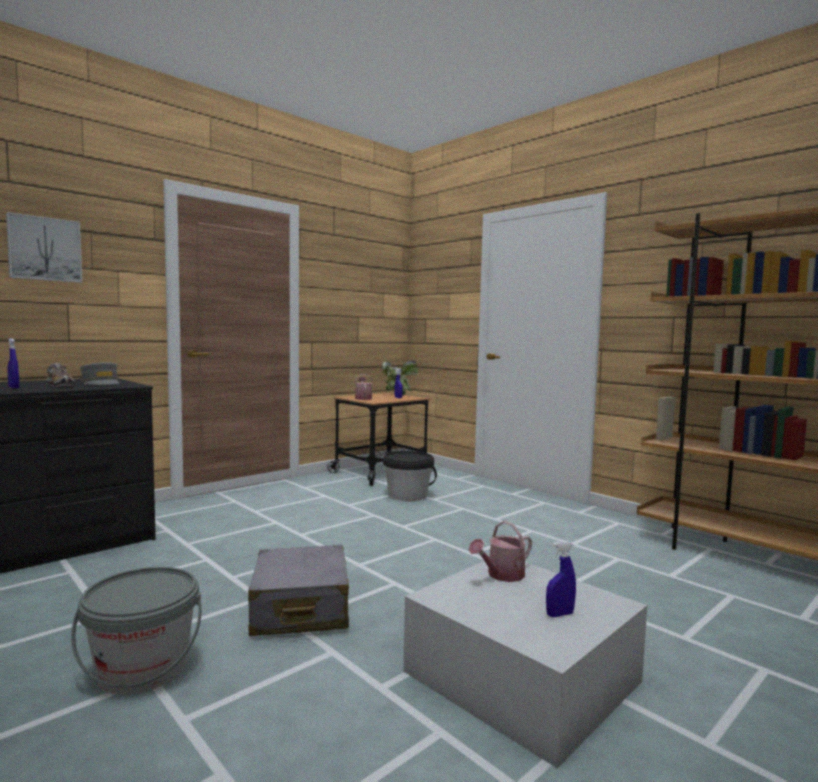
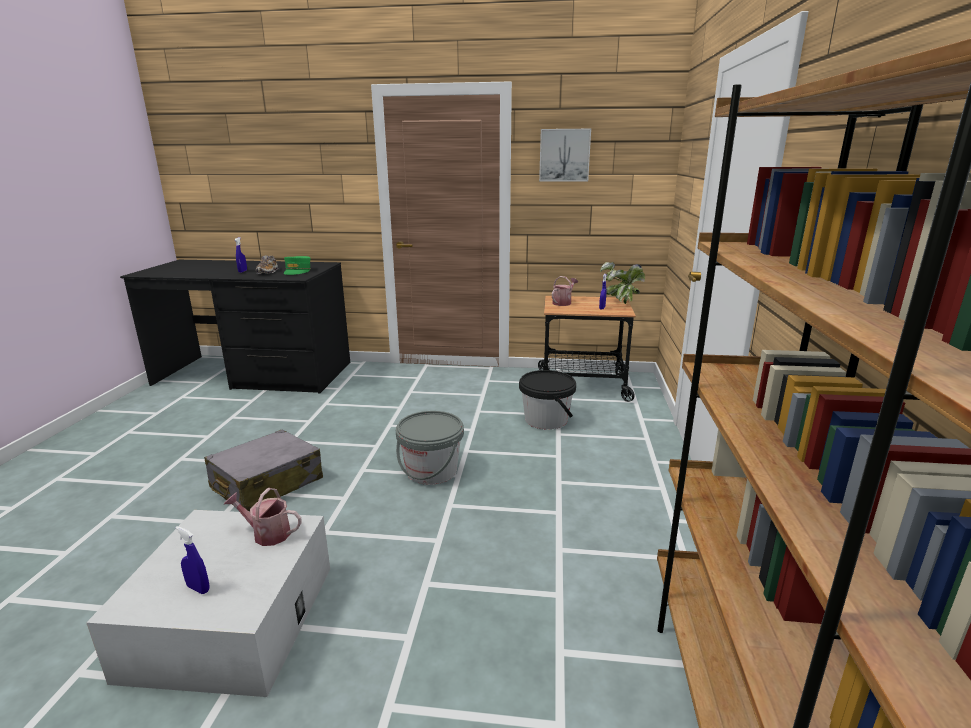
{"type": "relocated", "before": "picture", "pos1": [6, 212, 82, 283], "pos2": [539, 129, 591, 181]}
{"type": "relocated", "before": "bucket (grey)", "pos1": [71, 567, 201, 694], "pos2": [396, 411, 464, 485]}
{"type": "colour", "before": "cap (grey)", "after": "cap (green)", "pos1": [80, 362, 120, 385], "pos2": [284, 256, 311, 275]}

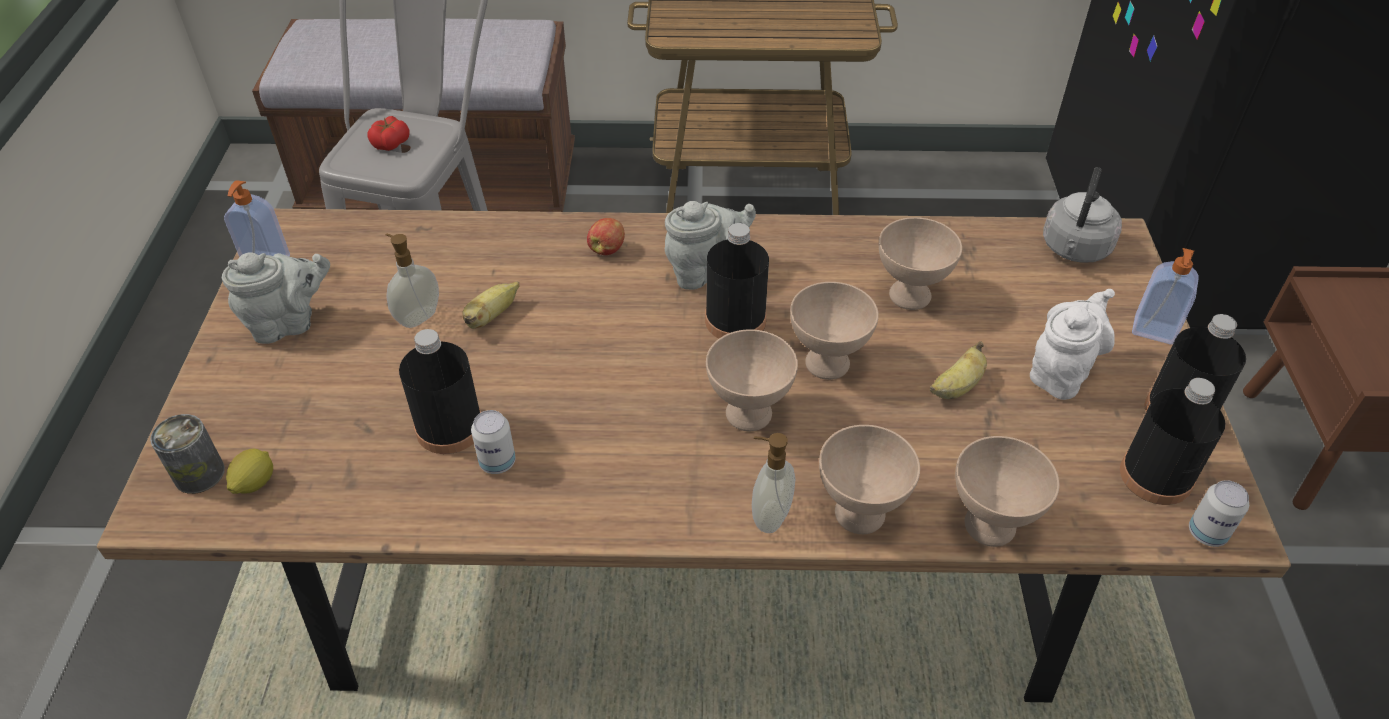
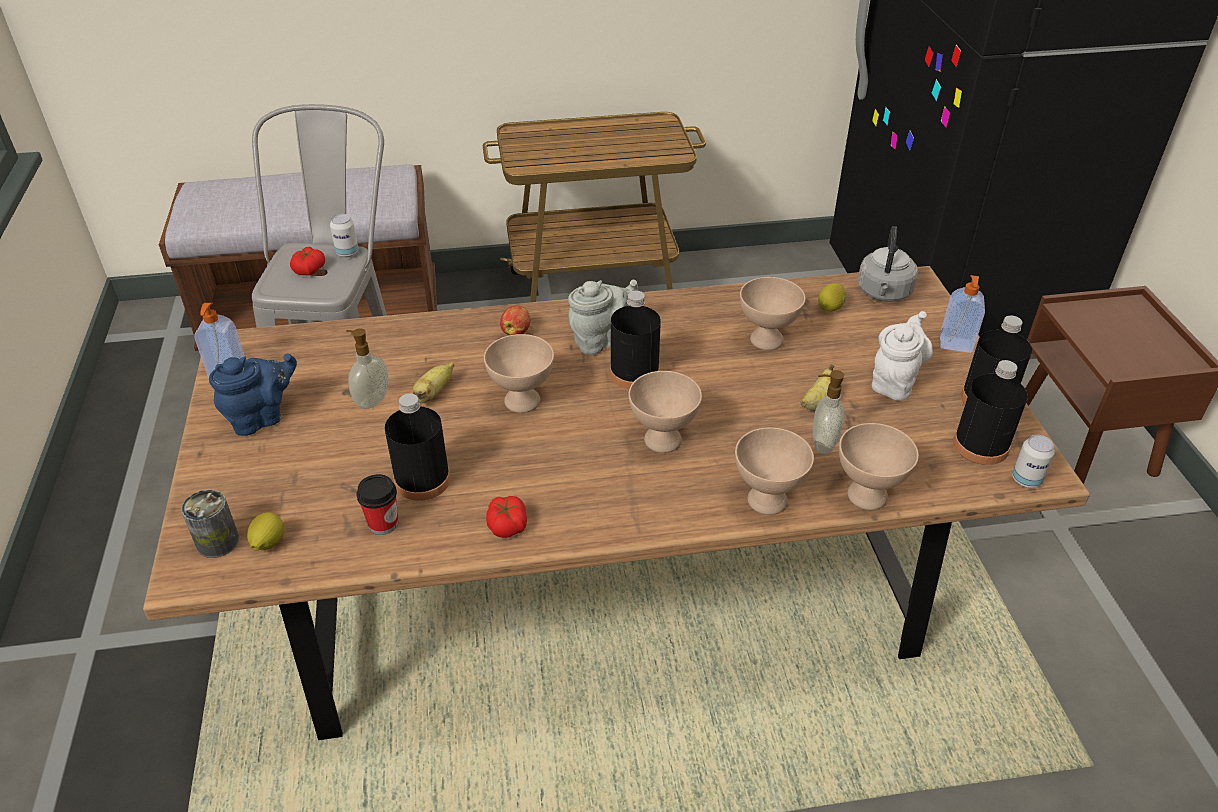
{"type": "appeared", "after": "cup", "pos2": [357, 474, 398, 535]}
{"type": "appeared", "after": "tomato", "pos2": [486, 496, 527, 538]}
{"type": "appeared", "after": "lemon", "pos2": [818, 283, 846, 312]}
{"type": "relocated", "before": "can", "pos1": [471, 410, 516, 474], "pos2": [330, 214, 359, 257]}
{"type": "relocated", "before": "soap dispenser", "pos1": [752, 433, 796, 533], "pos2": [813, 370, 844, 454]}
{"type": "relocated", "before": "bowl (beige)", "pos1": [790, 282, 879, 380], "pos2": [484, 334, 554, 413]}
{"type": "colour", "before": "teapot (grey)", "after": "teapot (blue)", "pos1": [222, 253, 330, 344], "pos2": [209, 353, 297, 436]}

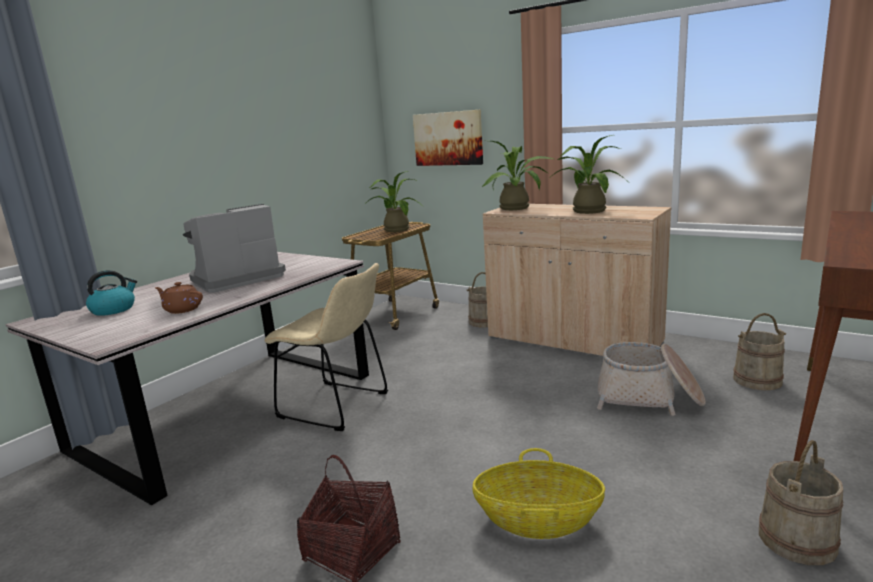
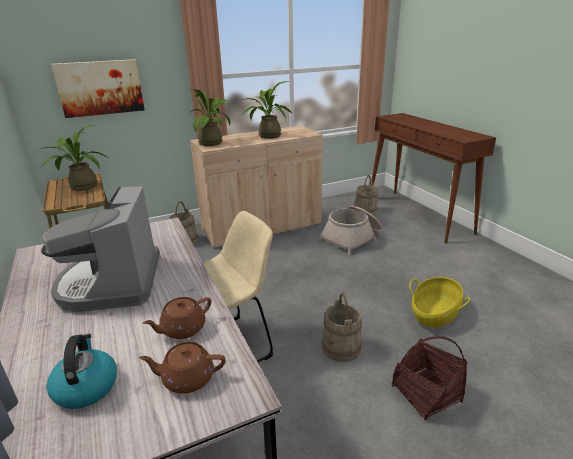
{"type": "appeared", "after": "teapot (brown)", "pos2": [139, 342, 226, 393]}
{"type": "relocated", "before": "bucket (beige)", "pos1": [759, 440, 843, 565], "pos2": [322, 293, 362, 362]}

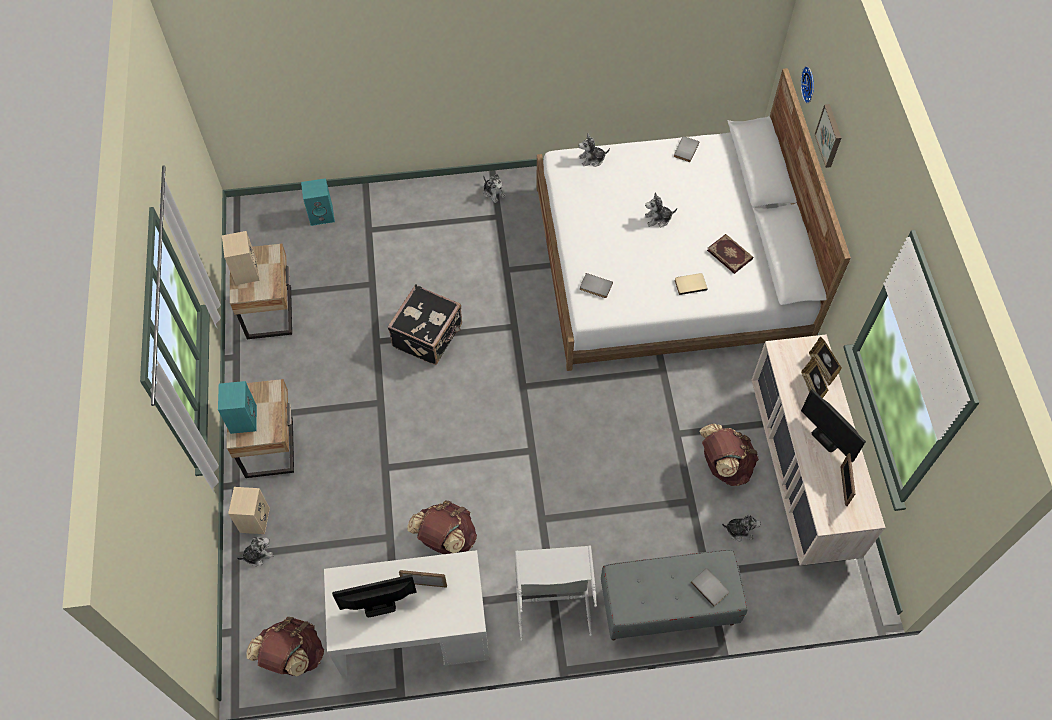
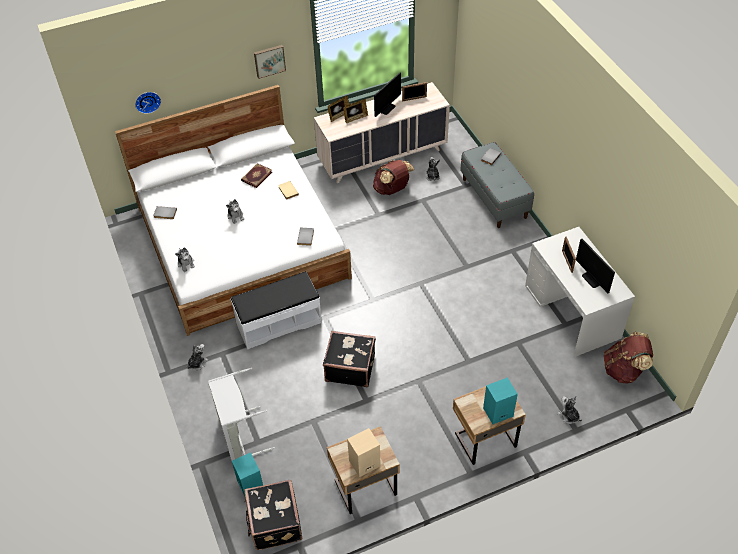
{"type": "missing", "before": "speaker (beige)", "pos1": [228, 487, 270, 534]}
{"type": "missing", "before": "backpack (brown)", "pos1": [407, 501, 477, 554]}
{"type": "appeared", "after": "bench (white)", "pos2": [231, 271, 322, 349]}
{"type": "appeared", "after": "suitcase (black)", "pos2": [244, 479, 302, 550]}
{"type": "relocated", "before": "laundry basket (grey)", "pos1": [515, 545, 597, 641], "pos2": [208, 368, 275, 461]}
{"type": "relocated", "before": "picture", "pos1": [815, 104, 841, 168], "pos2": [254, 45, 286, 79]}

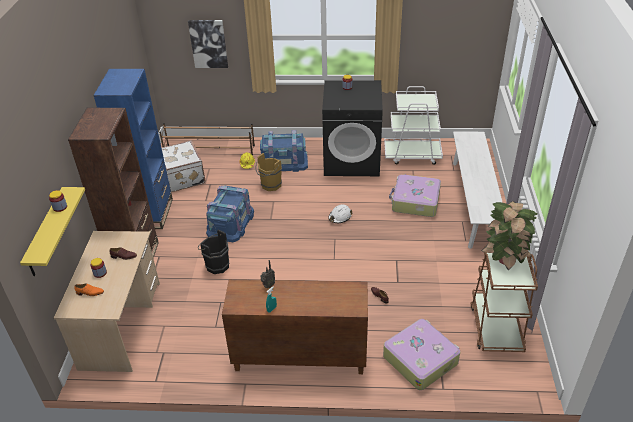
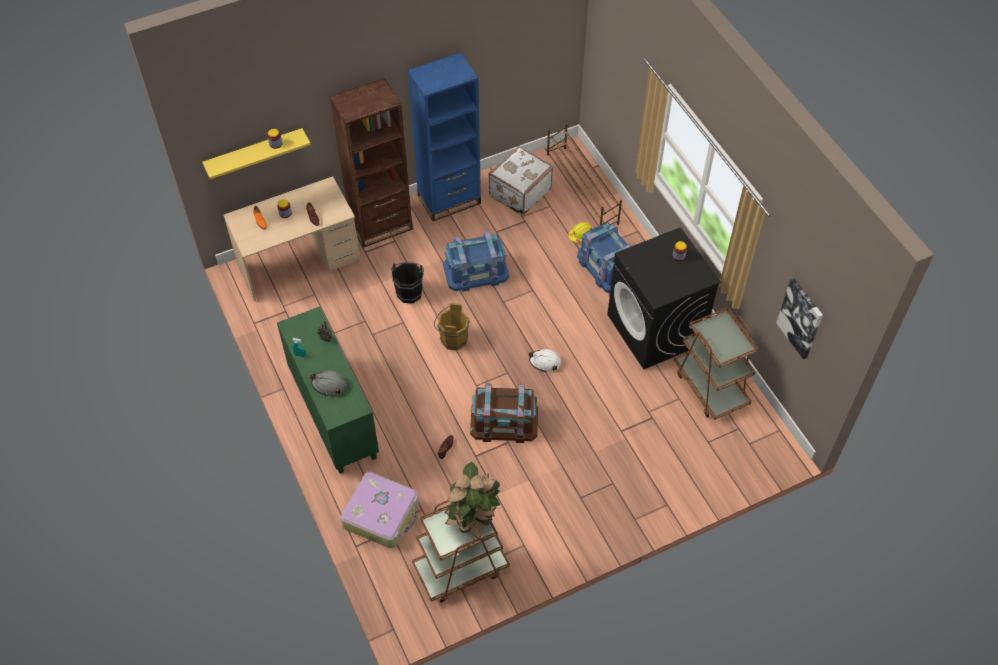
{"type": "missing", "before": "suitcase", "pos1": [389, 174, 441, 217]}
{"type": "missing", "before": "bench (white)", "pos1": [453, 131, 503, 249]}
{"type": "appeared", "after": "hard hat (grey)", "pos2": [310, 370, 347, 396]}
{"type": "appeared", "after": "storage box (brown)", "pos2": [470, 384, 538, 443]}
{"type": "relocated", "before": "picture", "pos1": [188, 20, 228, 68], "pos2": [776, 278, 823, 359]}
{"type": "relocated", "before": "bucket (brown)", "pos1": [256, 153, 282, 191], "pos2": [434, 303, 469, 351]}
{"type": "colour", "before": "cabinet (brown)", "after": "cabinet (green)", "pos1": [222, 279, 368, 374], "pos2": [277, 306, 379, 474]}
{"type": "colour", "before": "cart (white)", "after": "cart (brown)", "pos1": [384, 86, 443, 165], "pos2": [674, 307, 758, 420]}

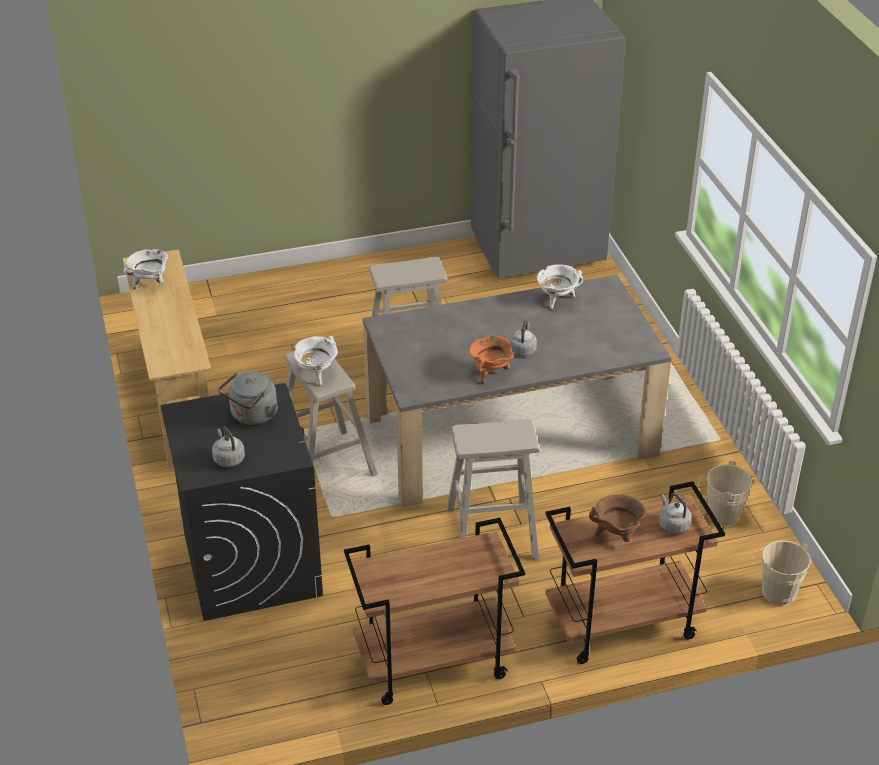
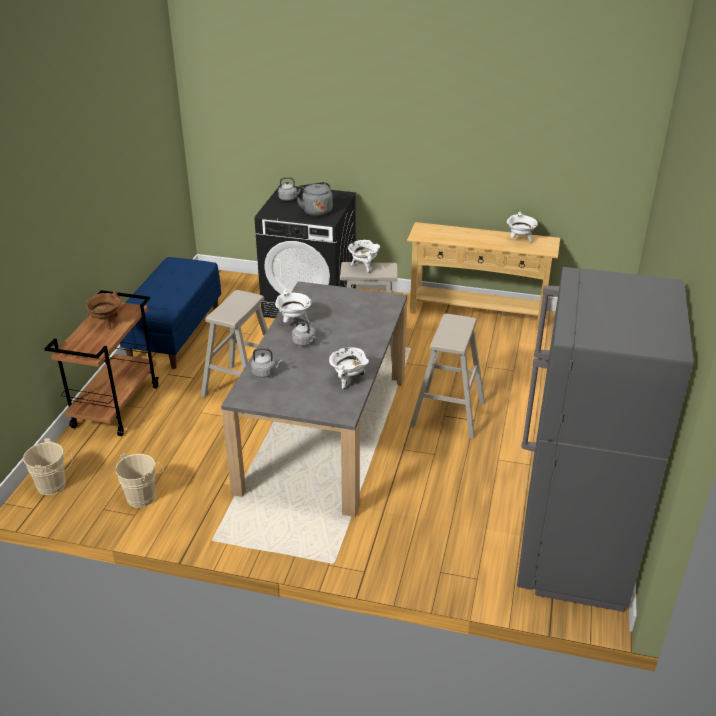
{"type": "relocated", "before": "kettle (grey)", "pos1": [659, 493, 691, 534], "pos2": [251, 348, 283, 378]}
{"type": "exchanged", "before": "cart (brown)", "after": "bench (blue)", "pos1": [344, 518, 525, 705], "pos2": [120, 257, 221, 369]}
{"type": "colour", "before": "cooking pot (orange)", "after": "cooking pot (white)", "pos1": [469, 336, 514, 384], "pos2": [275, 290, 312, 323]}

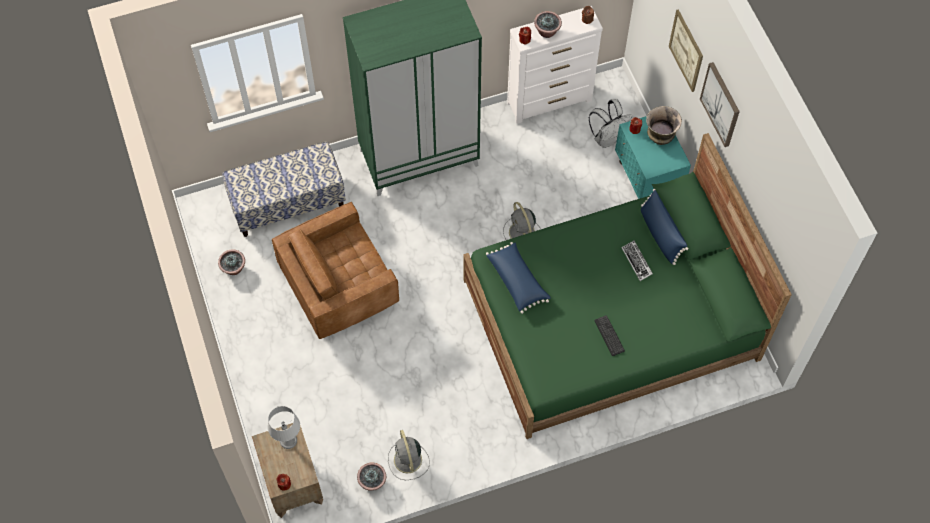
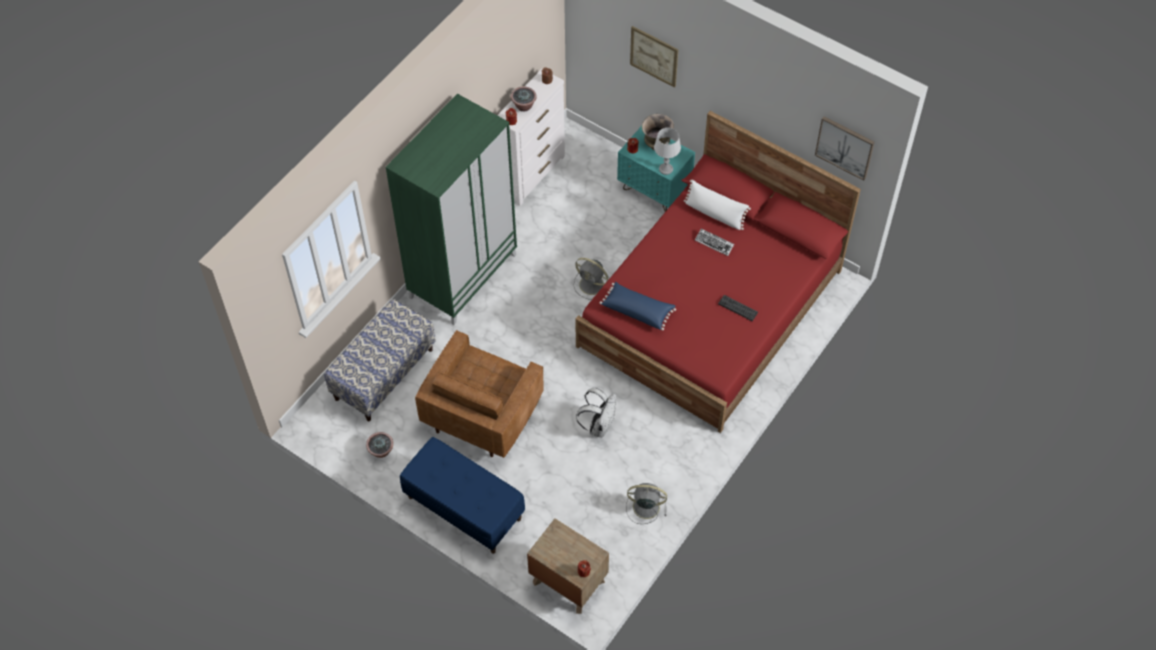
{"type": "missing", "before": "potted plant", "pos1": [357, 463, 386, 491]}
{"type": "appeared", "after": "bench (blue)", "pos2": [400, 437, 525, 554]}
{"type": "relocated", "before": "table lamp (grey)", "pos1": [268, 406, 300, 449], "pos2": [654, 128, 681, 175]}
{"type": "relocated", "before": "backpack (white)", "pos1": [589, 99, 632, 148], "pos2": [576, 388, 616, 437]}
{"type": "relocated", "before": "picture", "pos1": [700, 62, 740, 147], "pos2": [815, 116, 875, 181]}
{"type": "colour", "before": "bed (green)", "after": "bed (red)", "pos1": [463, 133, 792, 439], "pos2": [575, 111, 861, 433]}
{"type": "colour", "before": "pillow (blue)", "after": "pillow (white)", "pos1": [641, 189, 688, 265], "pos2": [684, 180, 751, 230]}
{"type": "spun", "before": "fan (grey)", "pos1": [388, 430, 430, 480], "pos2": [626, 483, 667, 524], "turn": 150}

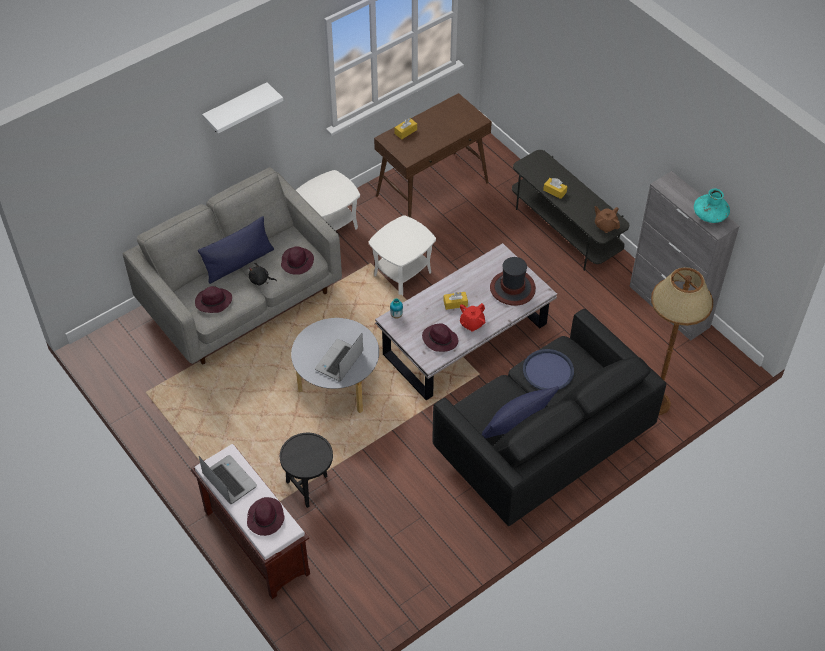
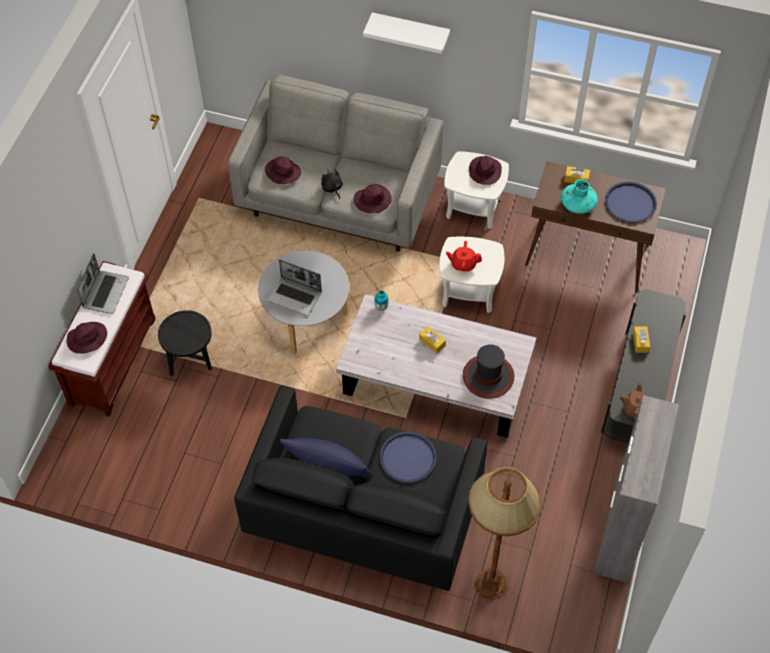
{"type": "missing", "before": "pillow (blue)", "pos1": [198, 216, 274, 284]}
{"type": "appeared", "after": "tray (blue)", "pos2": [605, 182, 657, 223]}
{"type": "relocated", "before": "hat (purple)", "pos1": [422, 323, 458, 352], "pos2": [469, 156, 502, 185]}
{"type": "relocated", "before": "teapot (red)", "pos1": [460, 303, 485, 332], "pos2": [446, 241, 482, 272]}
{"type": "relocated", "before": "vase (turquoise)", "pos1": [694, 189, 730, 223], "pos2": [561, 179, 598, 214]}
{"type": "spun", "before": "laptop", "pos1": [315, 333, 363, 381], "pos2": [267, 259, 322, 316], "turn": -150}

